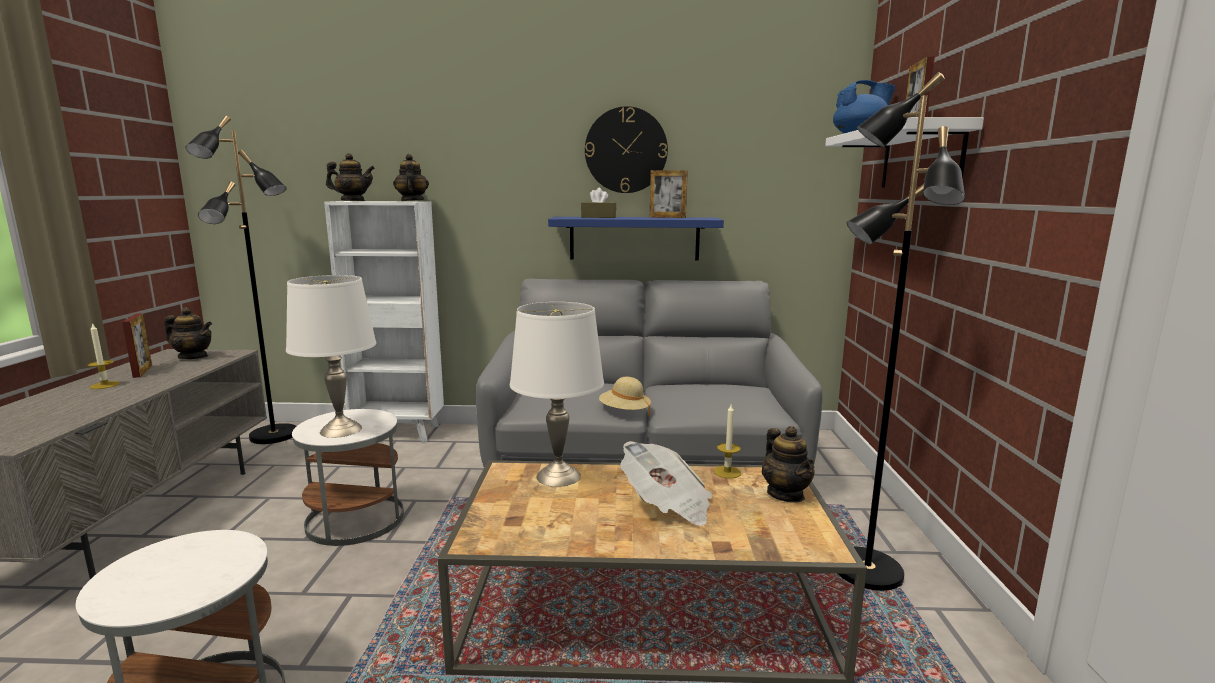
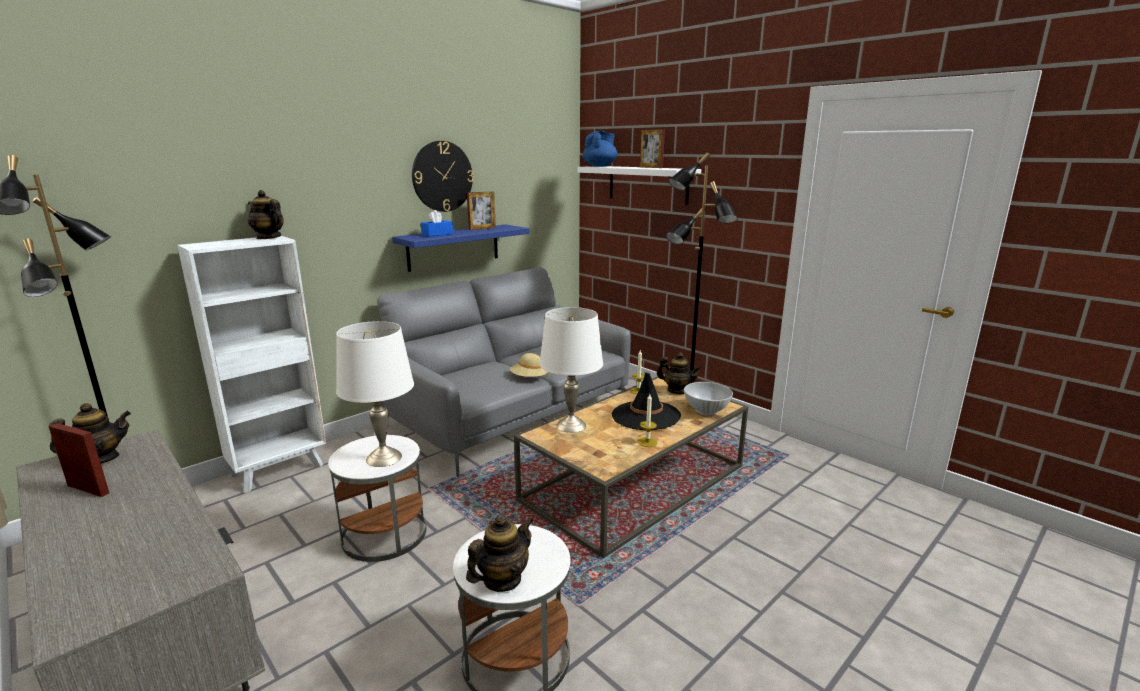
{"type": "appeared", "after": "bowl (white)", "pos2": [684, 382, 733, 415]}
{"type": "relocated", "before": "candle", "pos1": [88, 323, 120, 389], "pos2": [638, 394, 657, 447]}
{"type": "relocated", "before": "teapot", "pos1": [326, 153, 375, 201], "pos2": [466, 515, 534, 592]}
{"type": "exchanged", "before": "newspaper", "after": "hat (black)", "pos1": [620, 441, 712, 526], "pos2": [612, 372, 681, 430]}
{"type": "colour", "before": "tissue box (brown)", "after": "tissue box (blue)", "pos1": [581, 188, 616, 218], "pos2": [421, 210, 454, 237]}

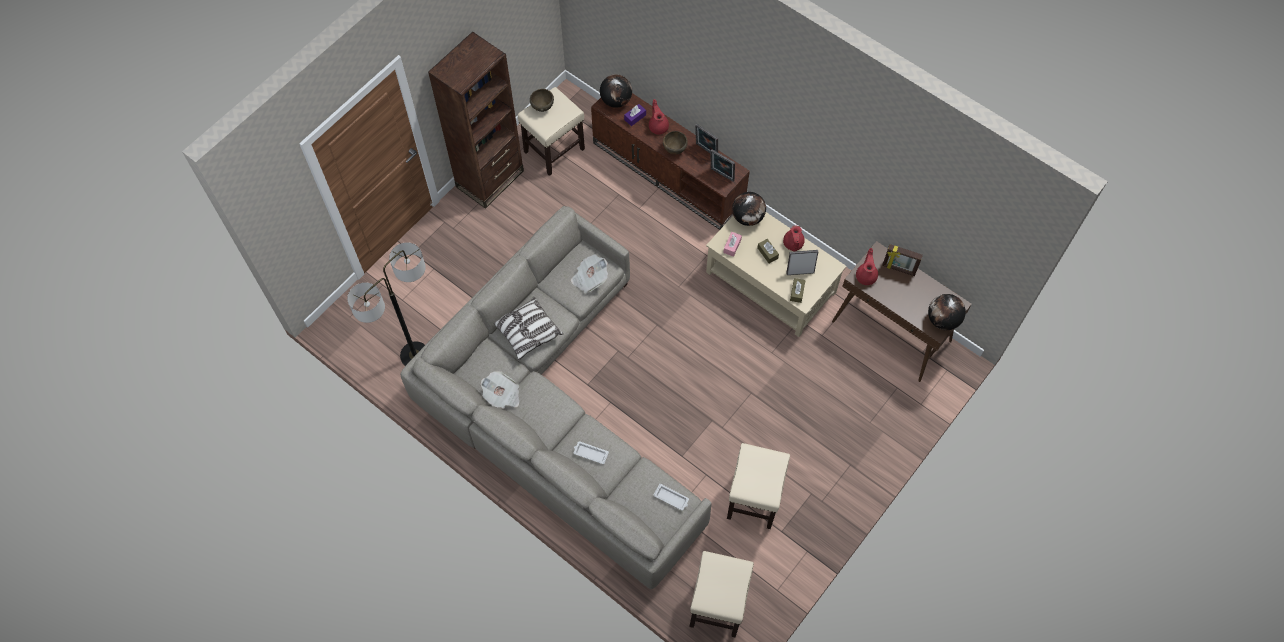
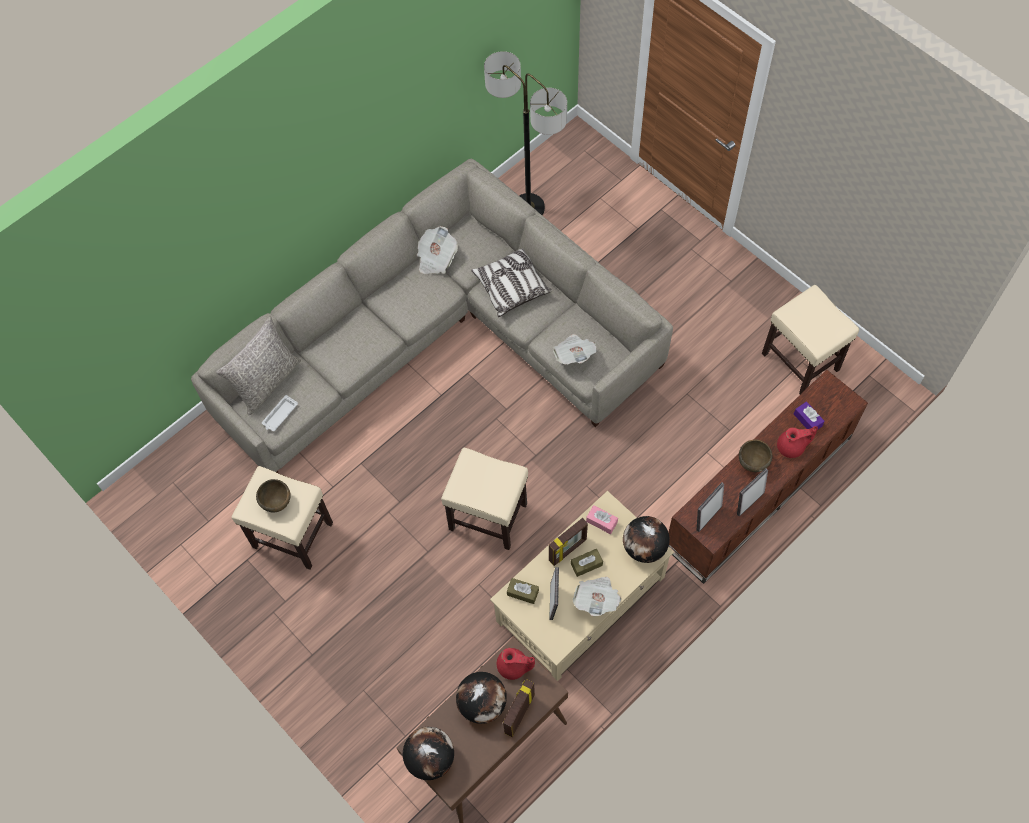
{"type": "missing", "before": "bookcase (brown)", "pos1": [428, 31, 524, 209]}
{"type": "missing", "before": "tray (white)", "pos1": [574, 441, 609, 464]}
{"type": "appeared", "after": "pillow (grey)", "pos2": [216, 317, 301, 416]}
{"type": "appeared", "after": "picture frame", "pos2": [549, 518, 588, 566]}
{"type": "relocated", "before": "bowl (brown)", "pos1": [530, 89, 554, 112], "pos2": [256, 479, 291, 512]}
{"type": "relocated", "before": "globe", "pos1": [600, 74, 632, 108], "pos2": [456, 672, 507, 724]}
{"type": "relocated", "before": "stool (beige)", "pos1": [689, 551, 754, 637], "pos2": [441, 448, 528, 550]}
{"type": "exchanged", "before": "teapot (red)", "after": "newspaper", "pos1": [783, 226, 805, 252], "pos2": [572, 577, 621, 616]}

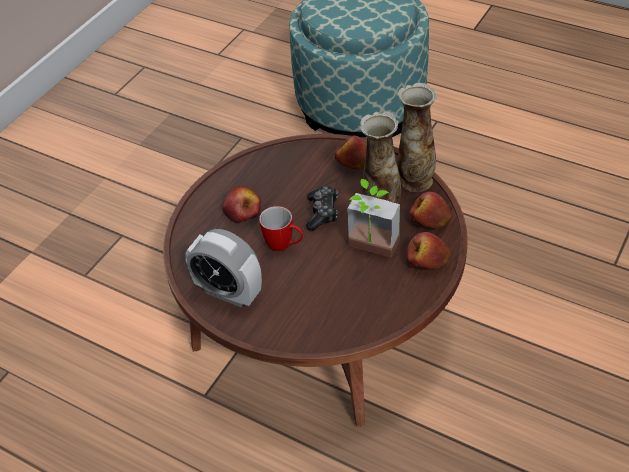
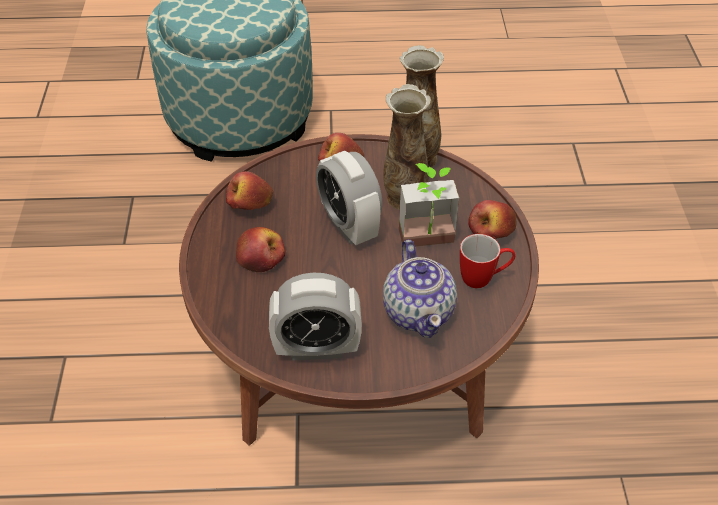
{"type": "appeared", "after": "teapot", "pos2": [383, 239, 457, 338]}
{"type": "relocated", "before": "mug", "pos1": [259, 206, 303, 252], "pos2": [460, 234, 515, 288]}
{"type": "relocated", "before": "apple", "pos1": [409, 192, 452, 228], "pos2": [226, 171, 273, 210]}
{"type": "exchanged", "before": "game controller", "after": "alarm clock", "pos1": [306, 185, 338, 231], "pos2": [316, 151, 383, 245]}

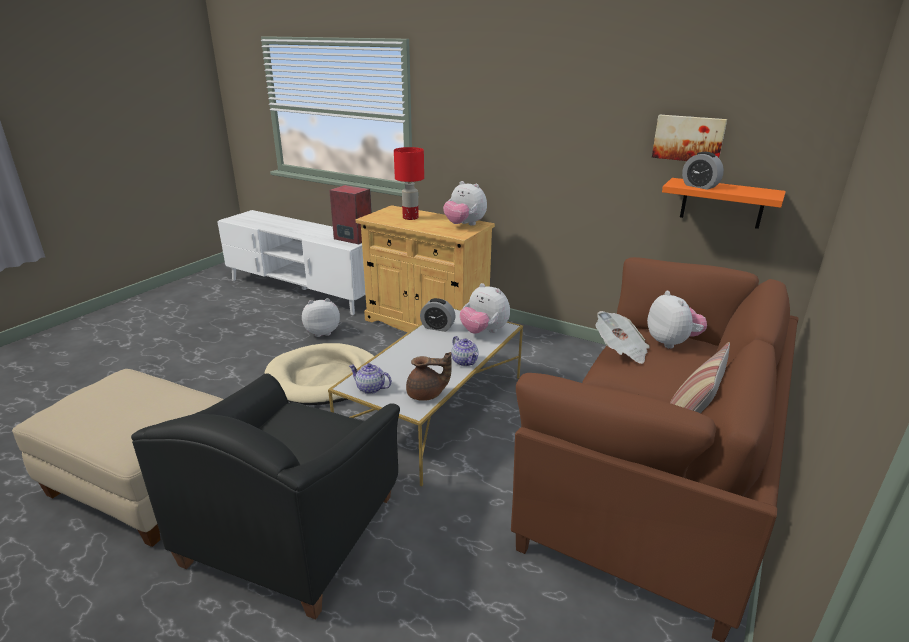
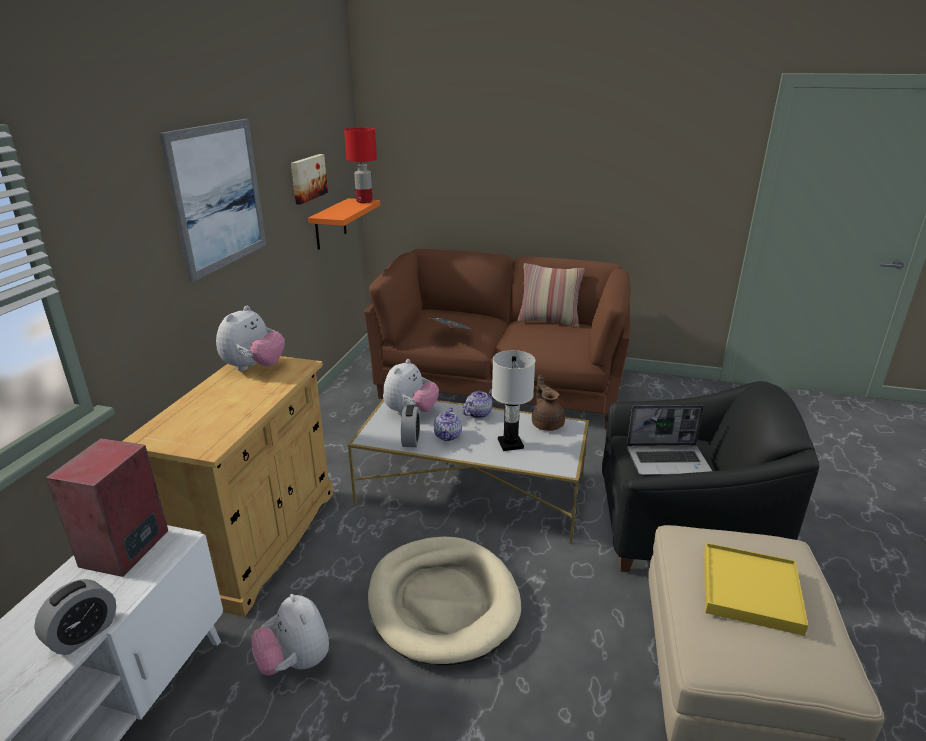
{"type": "missing", "before": "plush toy", "pos1": [647, 291, 707, 349]}
{"type": "appeared", "after": "picture", "pos2": [159, 119, 266, 282]}
{"type": "appeared", "after": "table lamp (white)", "pos2": [492, 350, 535, 451]}
{"type": "appeared", "after": "laptop", "pos2": [627, 405, 712, 475]}
{"type": "appeared", "after": "tray (yellow)", "pos2": [704, 543, 808, 636]}
{"type": "relocated", "before": "teapot", "pos1": [349, 363, 392, 394], "pos2": [433, 407, 462, 441]}
{"type": "relocated", "before": "table lamp (red)", "pos1": [394, 147, 424, 220], "pos2": [344, 127, 377, 203]}
{"type": "relocated", "before": "alarm clock", "pos1": [682, 152, 724, 190], "pos2": [34, 579, 116, 655]}

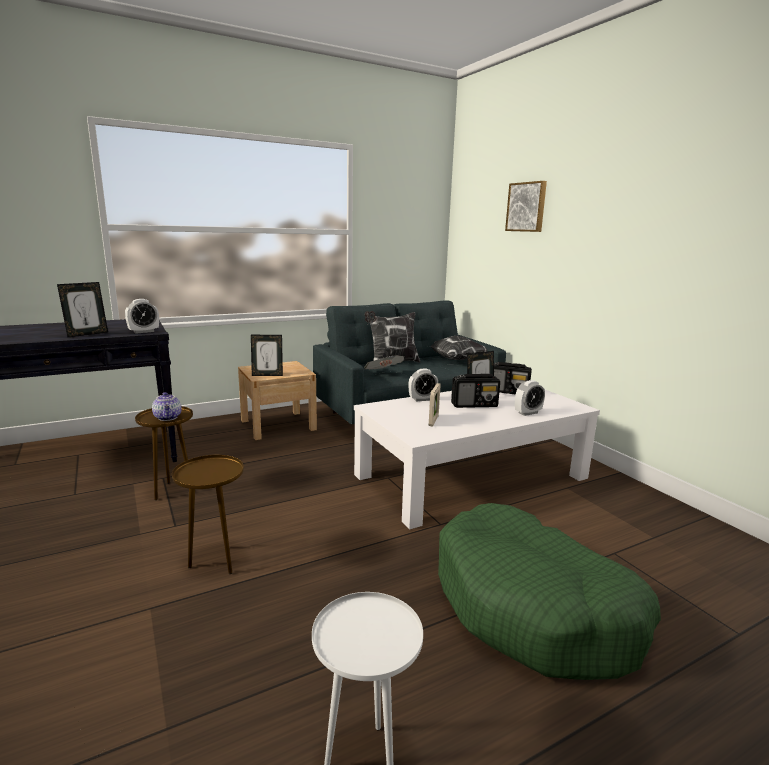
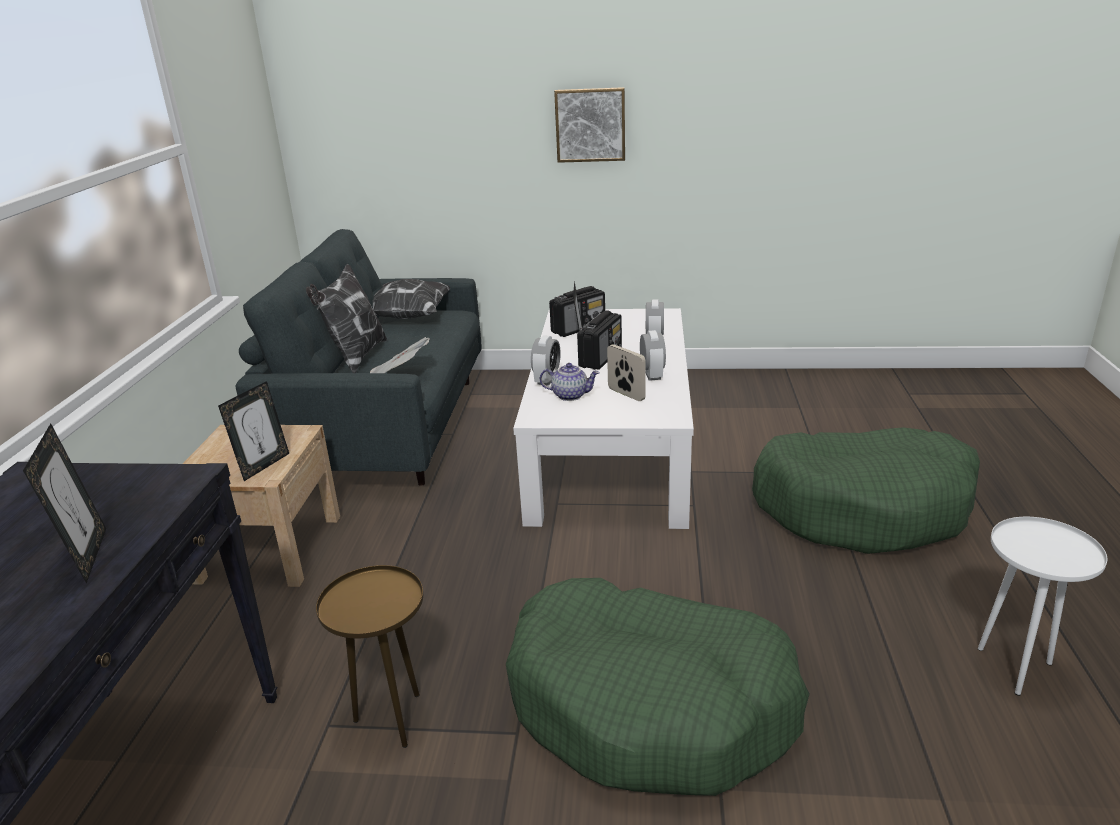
{"type": "relocated", "before": "alarm clock", "pos1": [125, 299, 159, 334], "pos2": [640, 330, 666, 381]}
{"type": "relocated", "before": "teapot", "pos1": [152, 392, 182, 421], "pos2": [540, 363, 600, 401]}
{"type": "relocated", "before": "picture", "pos1": [505, 181, 547, 232], "pos2": [554, 87, 625, 163]}
{"type": "exchanged", "before": "side table (brown)", "after": "dog bed (green)", "pos1": [172, 455, 244, 574], "pos2": [506, 578, 809, 796]}

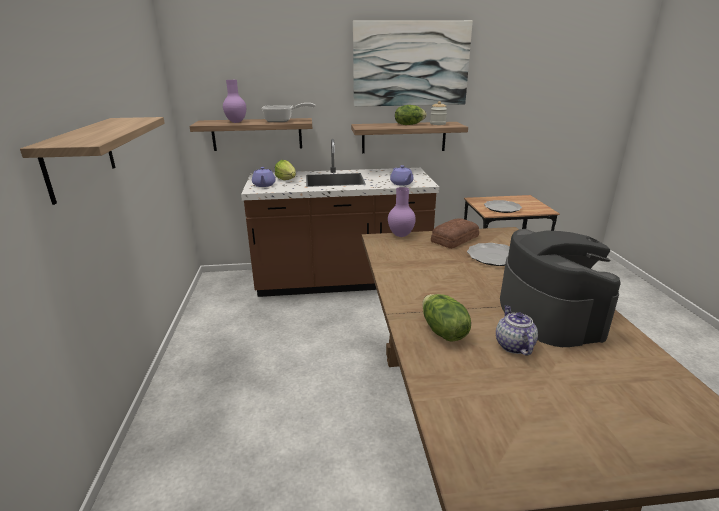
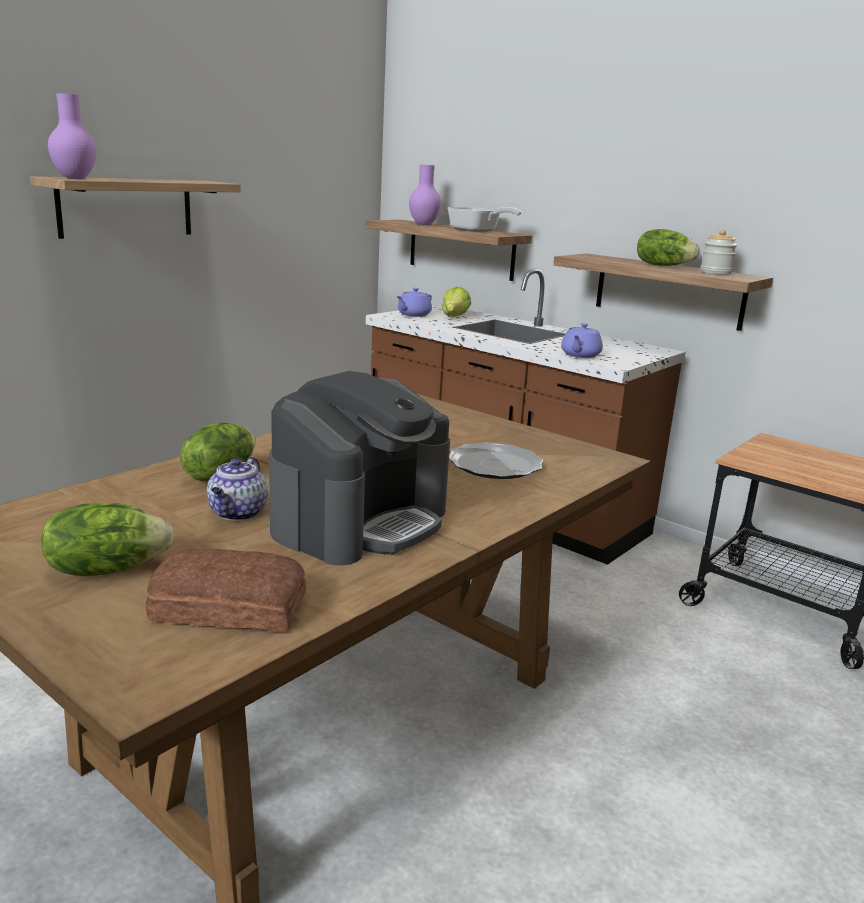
{"type": "missing", "before": "picture", "pos1": [353, 20, 473, 107]}
{"type": "missing", "before": "plate", "pos1": [484, 200, 522, 213]}
{"type": "appeared", "after": "lettuce", "pos2": [41, 502, 174, 576]}
{"type": "relocated", "before": "vase (purple)", "pos1": [388, 187, 416, 237], "pos2": [48, 93, 97, 179]}
{"type": "relocated", "before": "bread", "pos1": [431, 218, 479, 249], "pos2": [146, 548, 306, 632]}
{"type": "spun", "before": "teapot", "pos1": [496, 305, 538, 355], "pos2": [207, 457, 268, 521], "turn": 150}

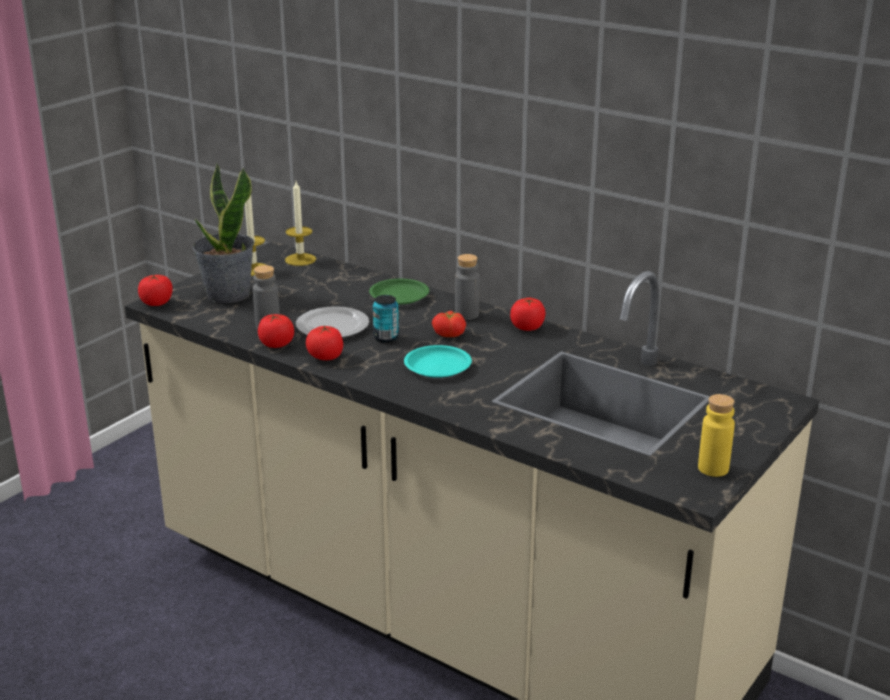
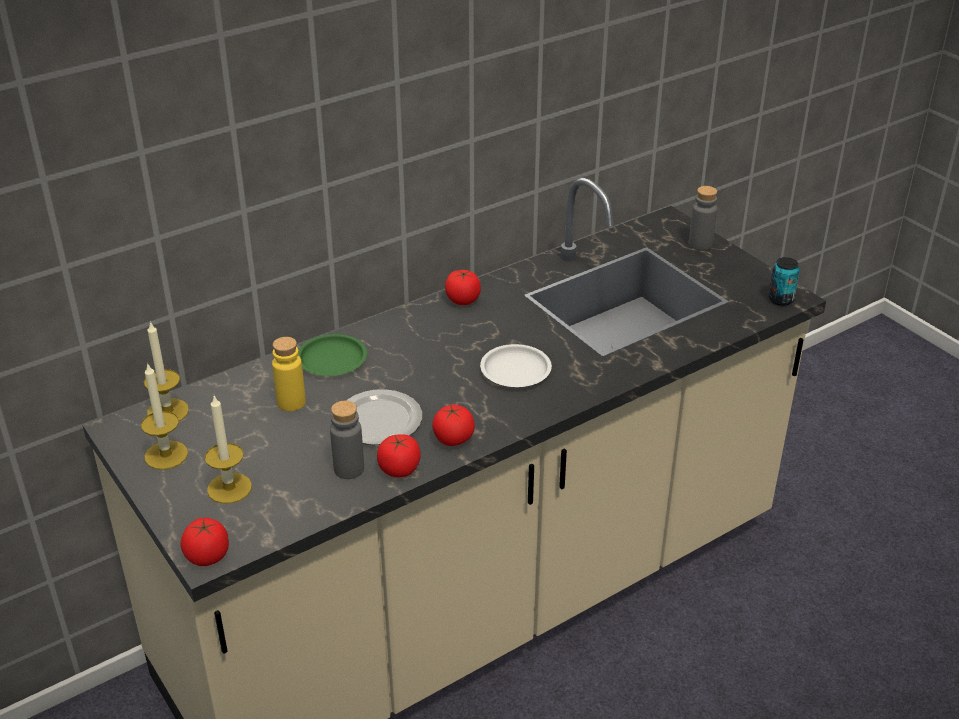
{"type": "missing", "before": "tomato", "pos1": [432, 311, 466, 337]}
{"type": "relocated", "before": "can", "pos1": [373, 295, 399, 343], "pos2": [768, 257, 800, 306]}
{"type": "relocated", "before": "bottle (grey)", "pos1": [455, 254, 480, 320], "pos2": [689, 186, 717, 250]}
{"type": "relocated", "before": "bottle (yellow)", "pos1": [698, 394, 735, 477], "pos2": [272, 337, 306, 411]}
{"type": "exchanged", "before": "potted plant", "after": "candle", "pos1": [192, 163, 254, 303], "pos2": [205, 395, 252, 504]}
{"type": "colour", "before": "plate (turquoise)", "after": "plate (white)", "pos1": [404, 345, 472, 378], "pos2": [480, 344, 552, 387]}

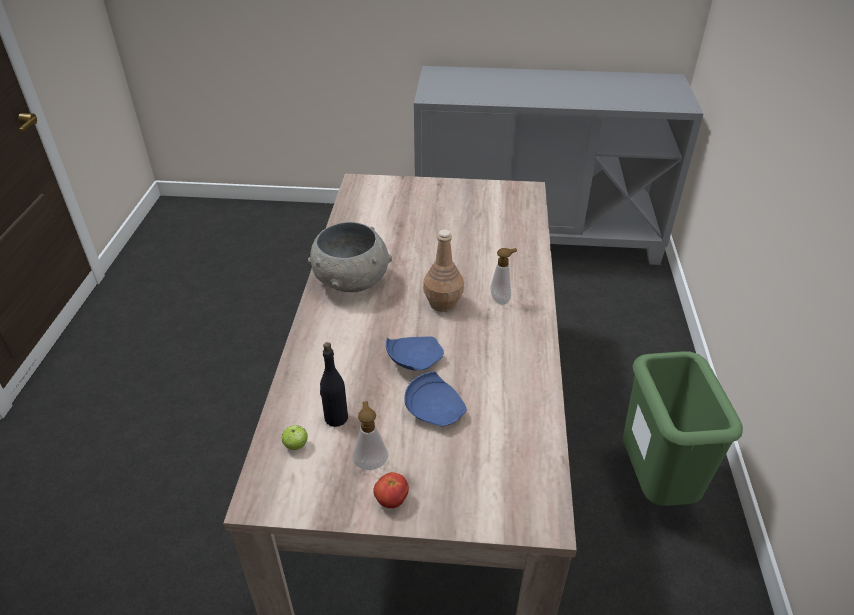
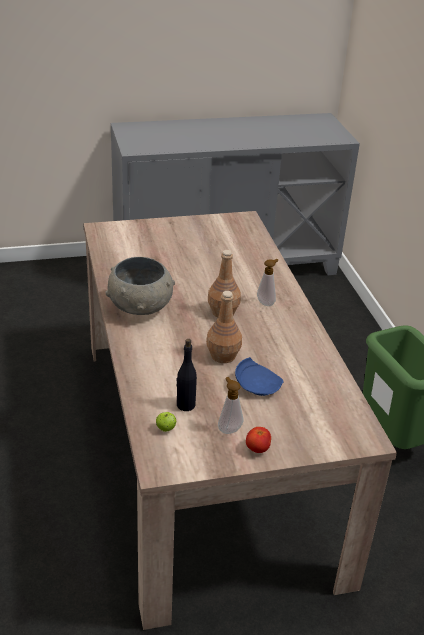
{"type": "exchanged", "before": "plate (blue)", "after": "bottle (brown)", "pos1": [386, 336, 444, 371], "pos2": [206, 291, 242, 363]}

